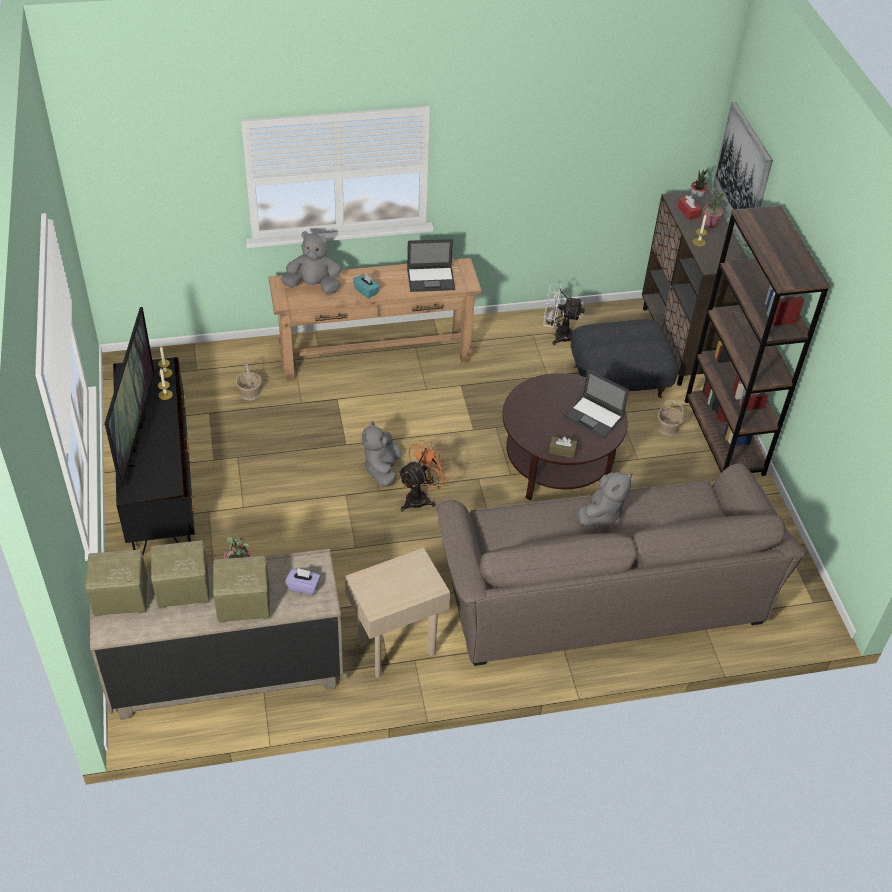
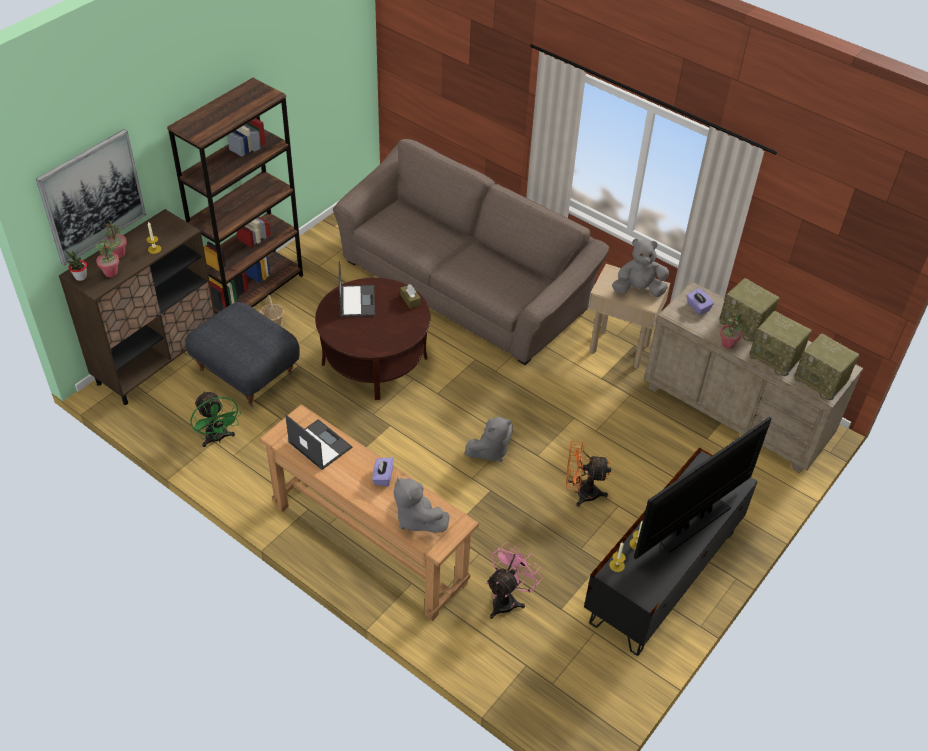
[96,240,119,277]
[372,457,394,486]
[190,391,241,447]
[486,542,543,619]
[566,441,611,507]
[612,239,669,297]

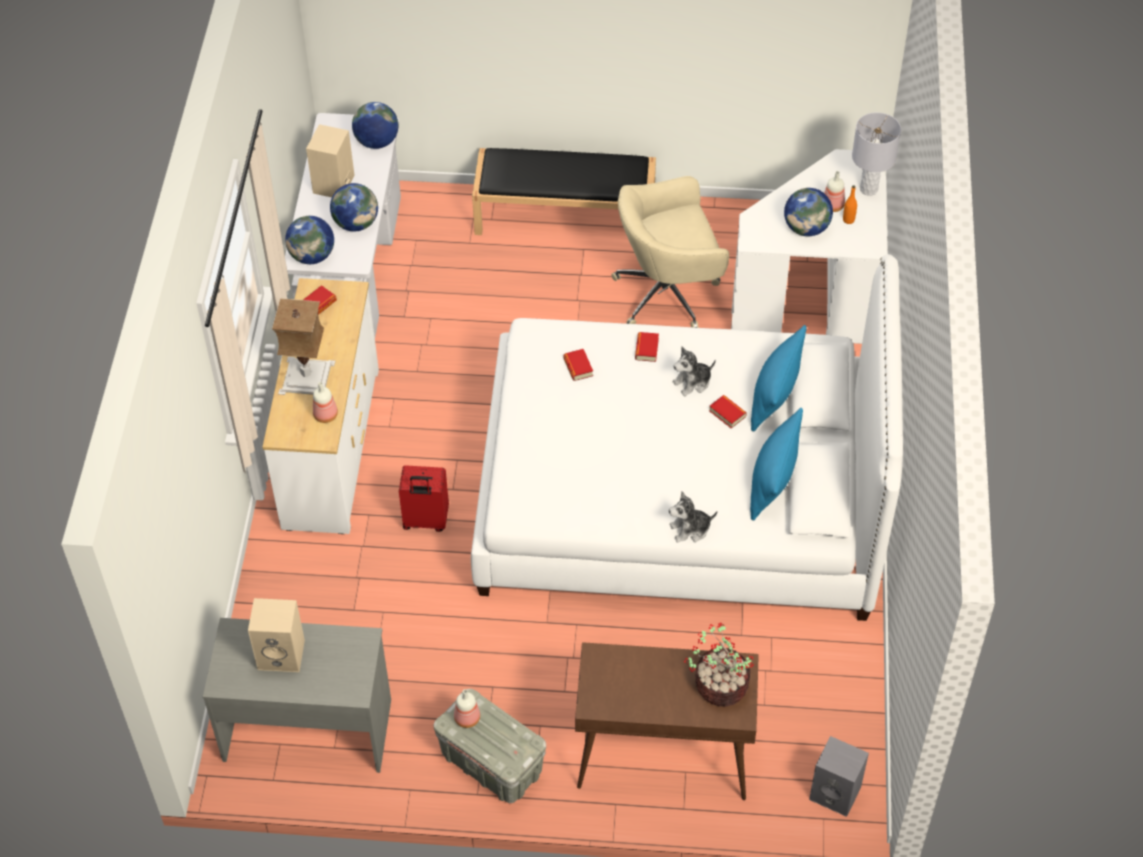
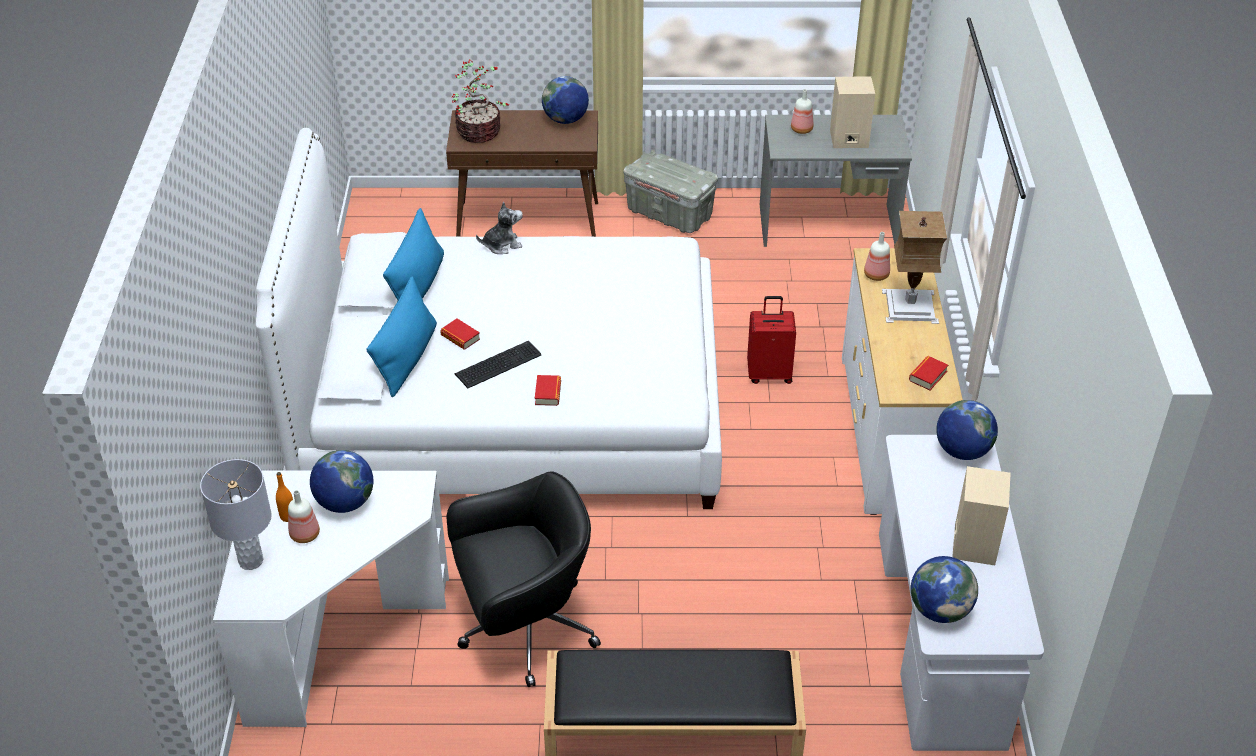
[447,471,601,687]
[542,76,589,124]
[455,341,542,388]
[563,349,593,381] (first image)
[791,89,813,134]
[809,736,869,817] (first image)

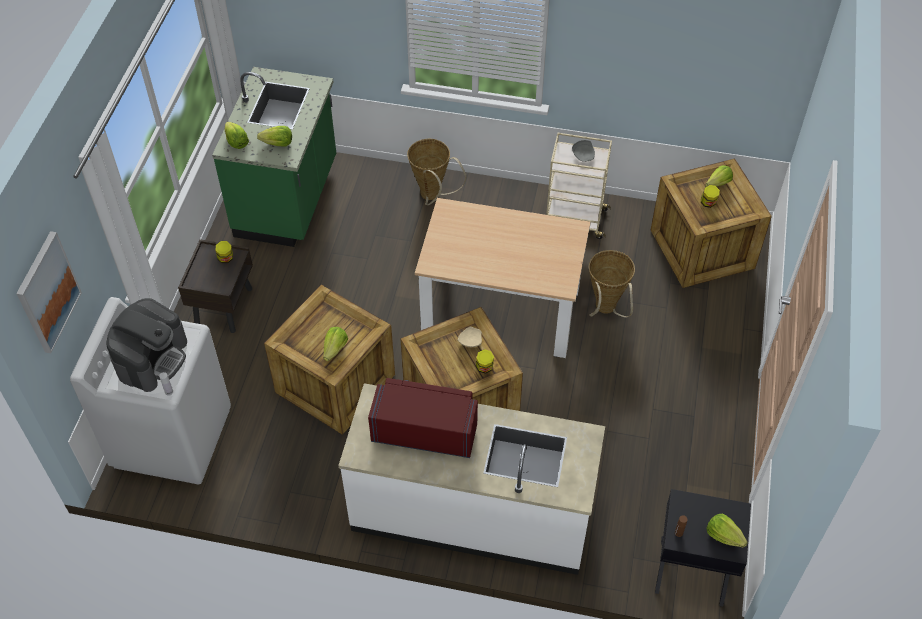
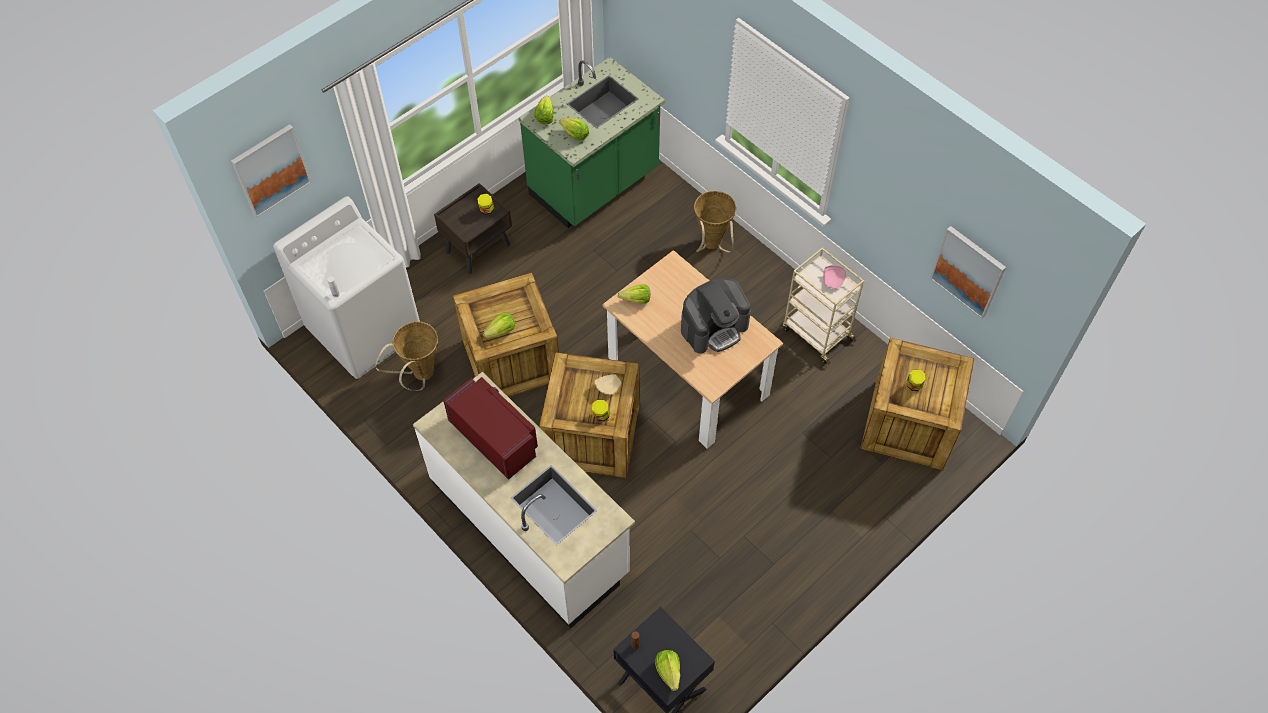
[823,265,846,289]
[618,284,650,304]
[375,321,438,391]
[681,278,751,354]
[930,226,1006,319]

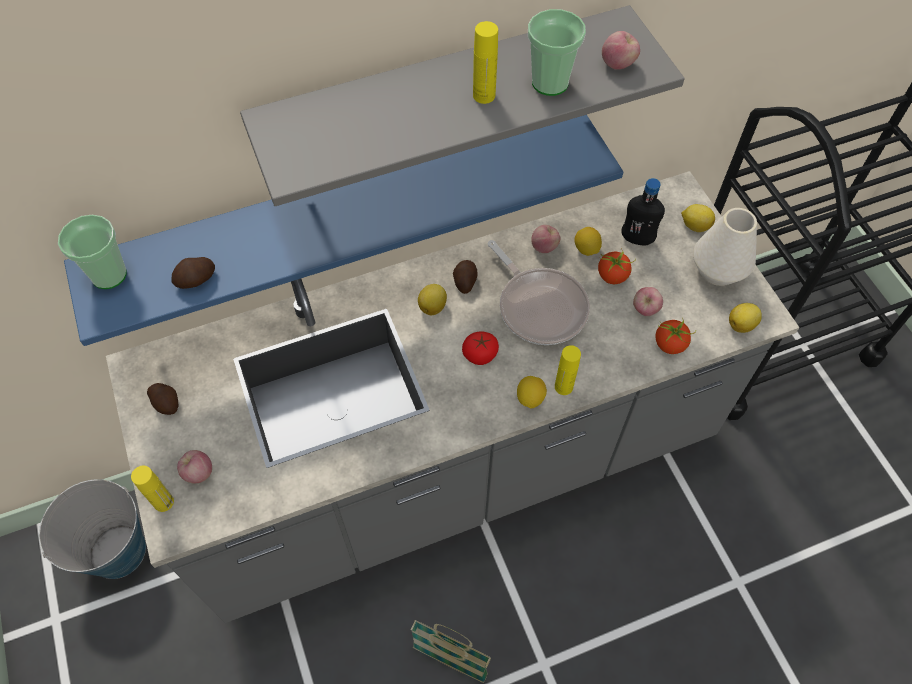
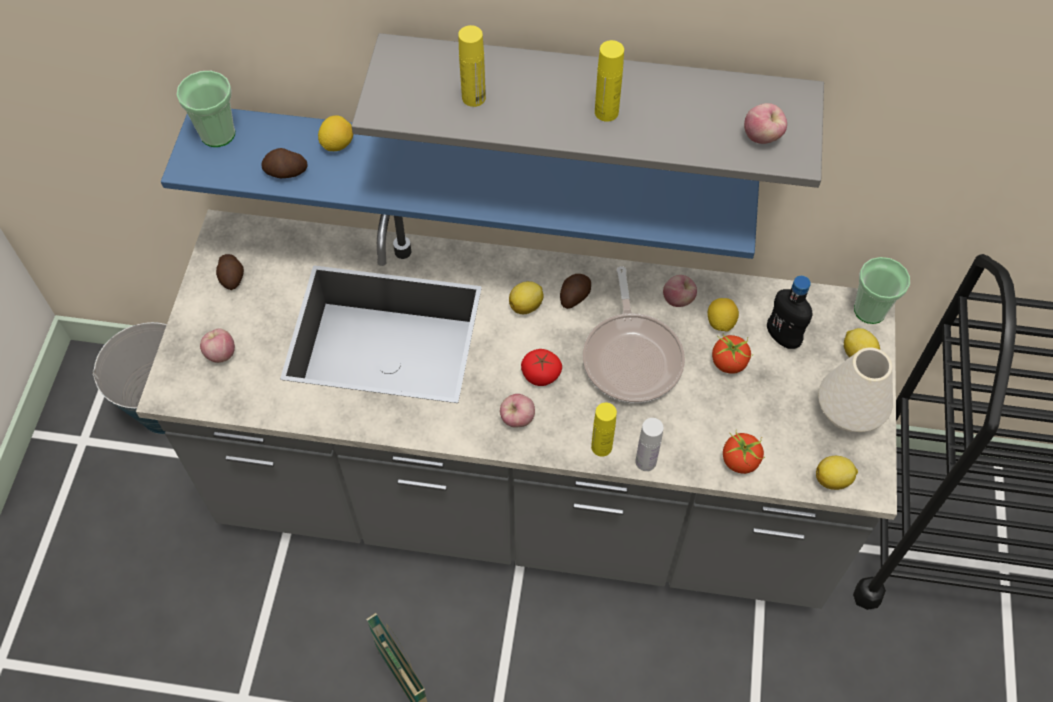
[854,257,910,324]
[500,394,535,428]
[318,115,353,151]
[458,25,486,107]
[636,418,664,471]

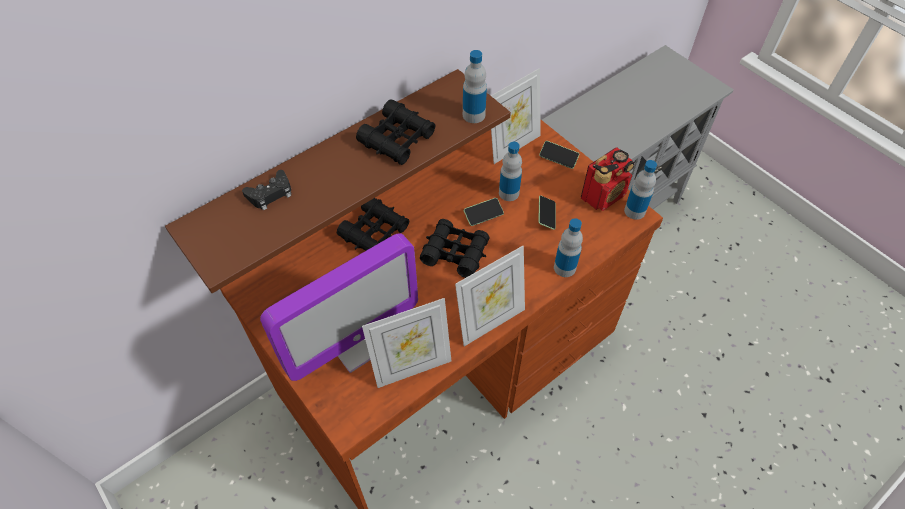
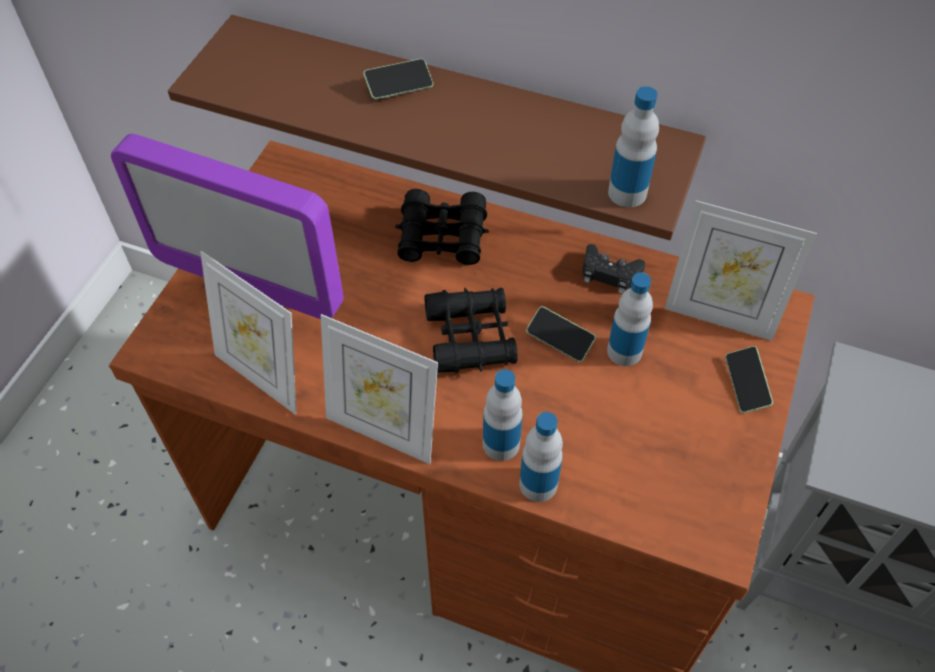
[356,99,435,165] (first image)
[581,148,634,211] (first image)
[483,369,523,461]
[582,244,645,294]
[363,59,433,99]

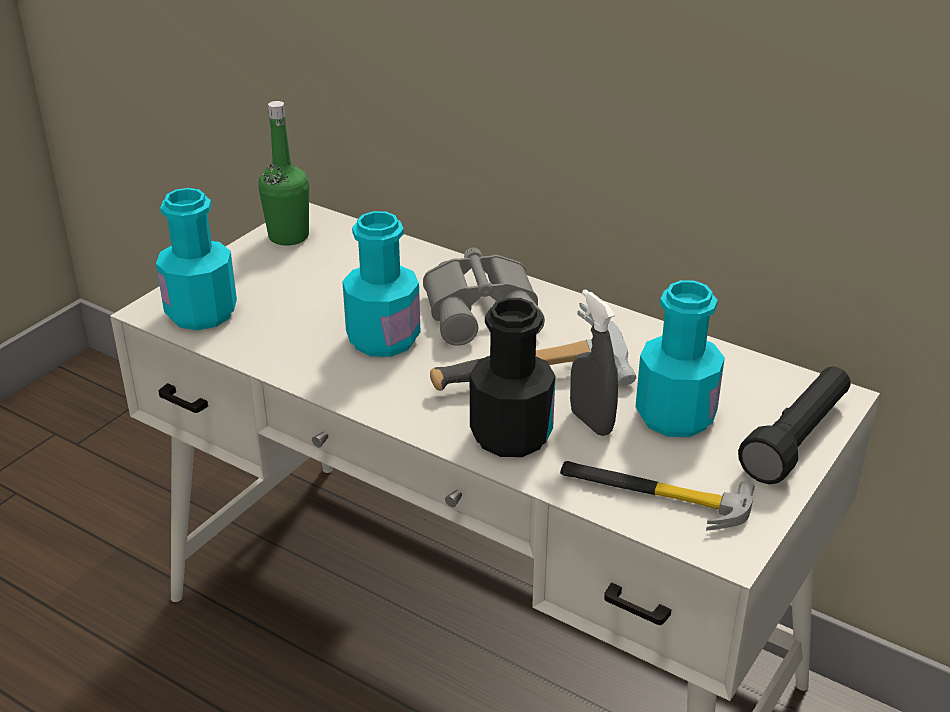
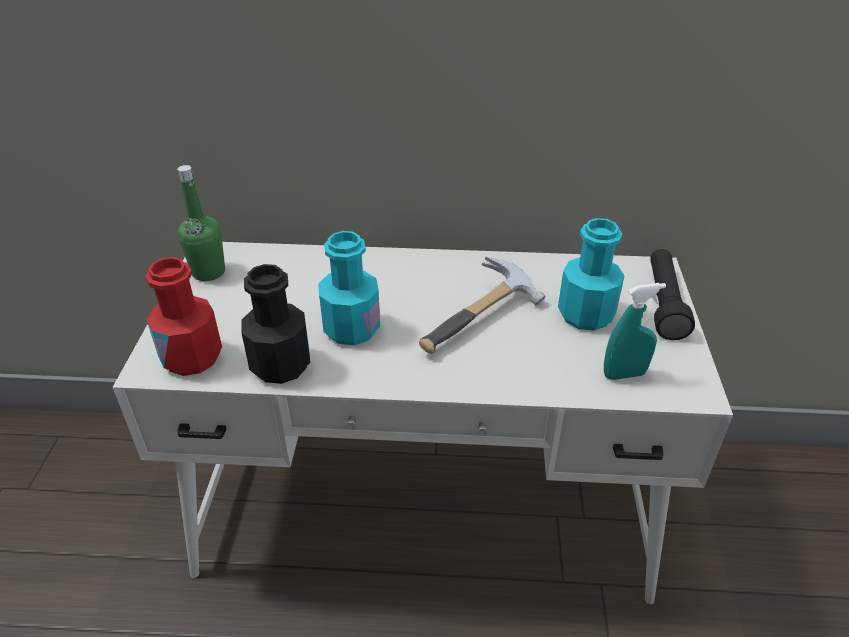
[145,257,222,376]
[423,247,545,346] (first image)
[570,289,618,436] (first image)
[241,264,310,384]
[604,283,666,380]

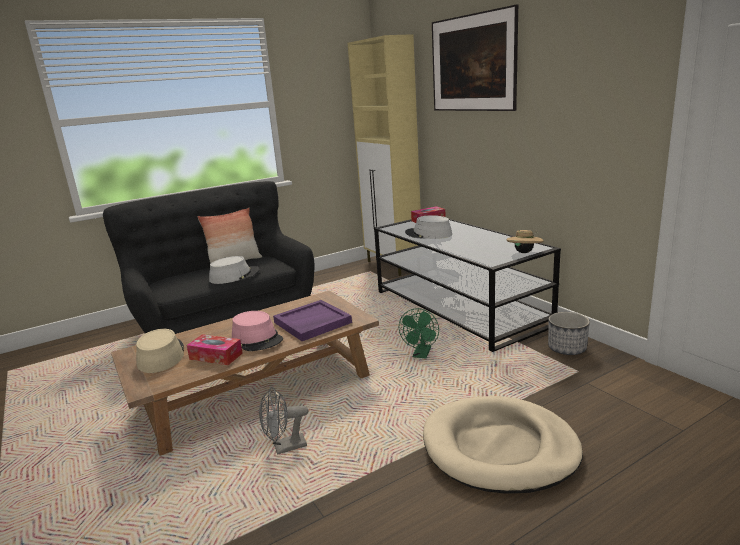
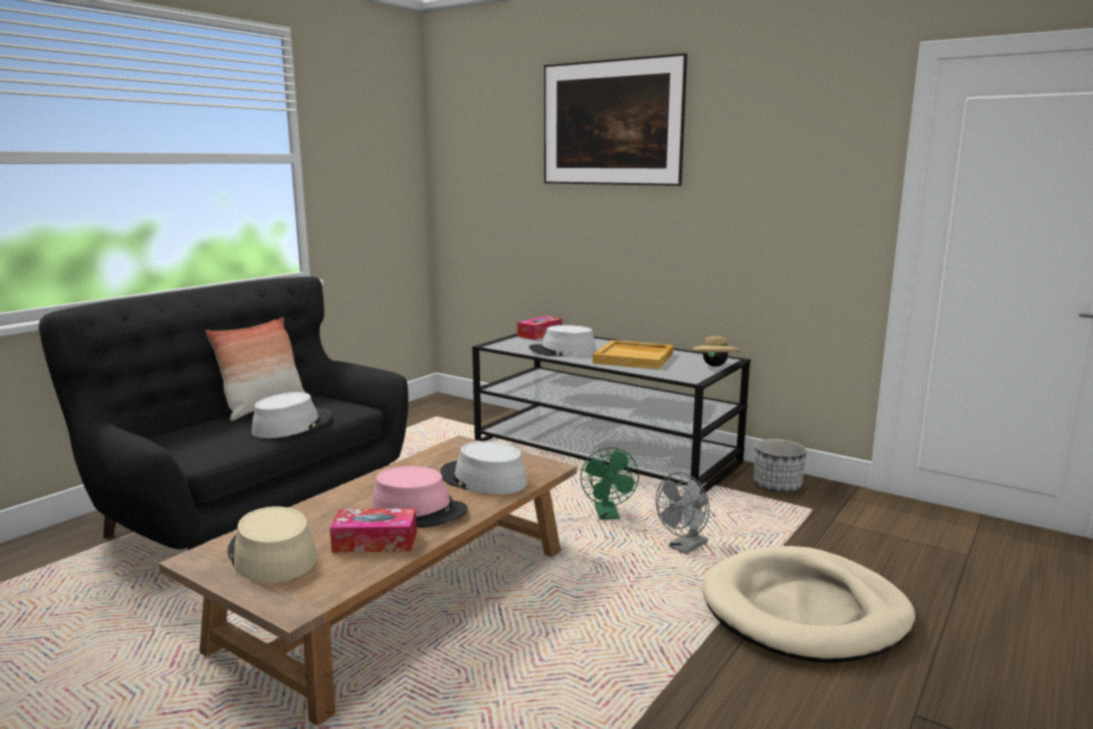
[348,34,421,276] (first image)
[440,441,527,494]
[656,472,710,554]
[593,340,673,370]

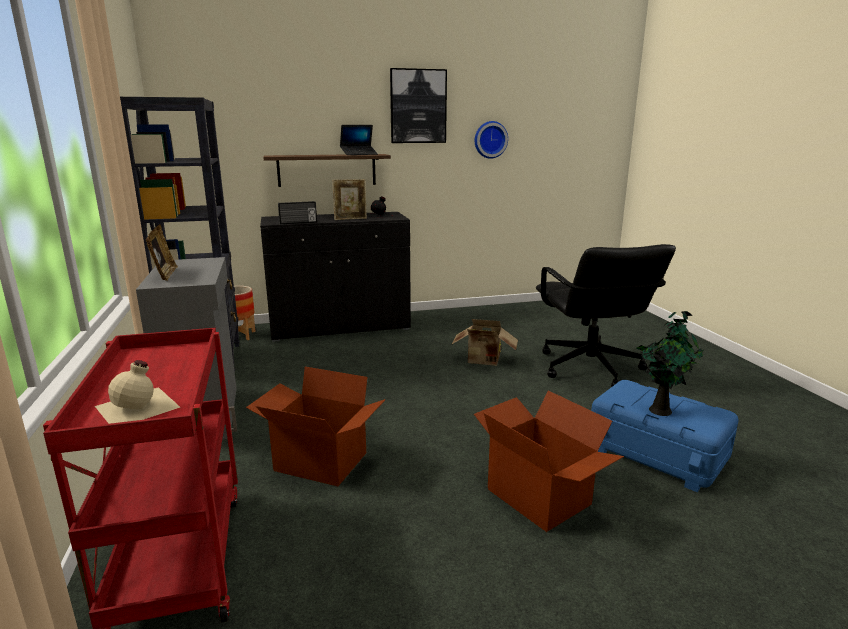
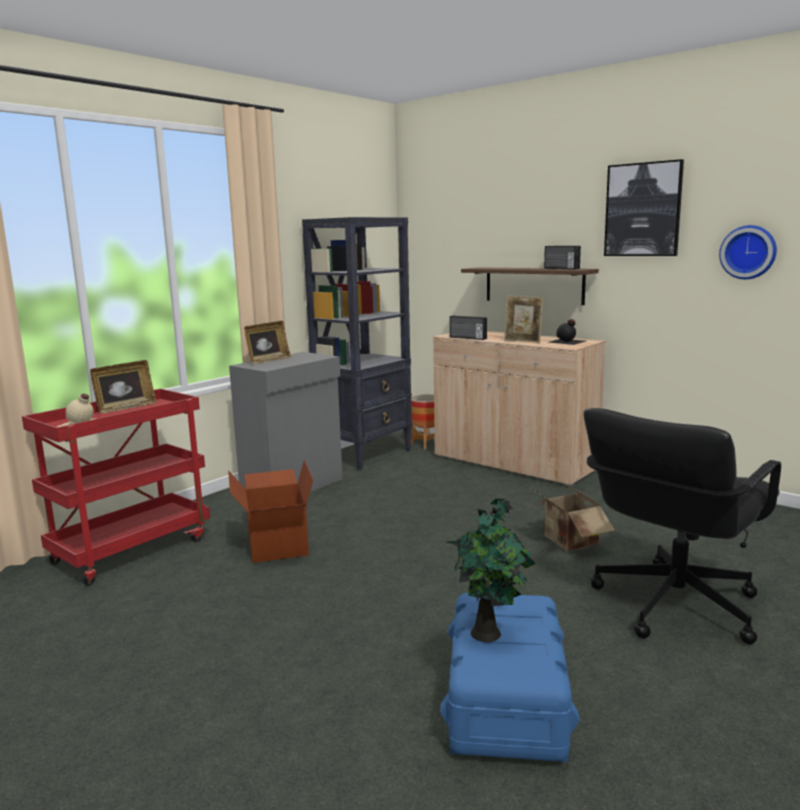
[544,246,581,270]
[433,331,606,487]
[474,390,624,532] (first image)
[90,360,157,413]

